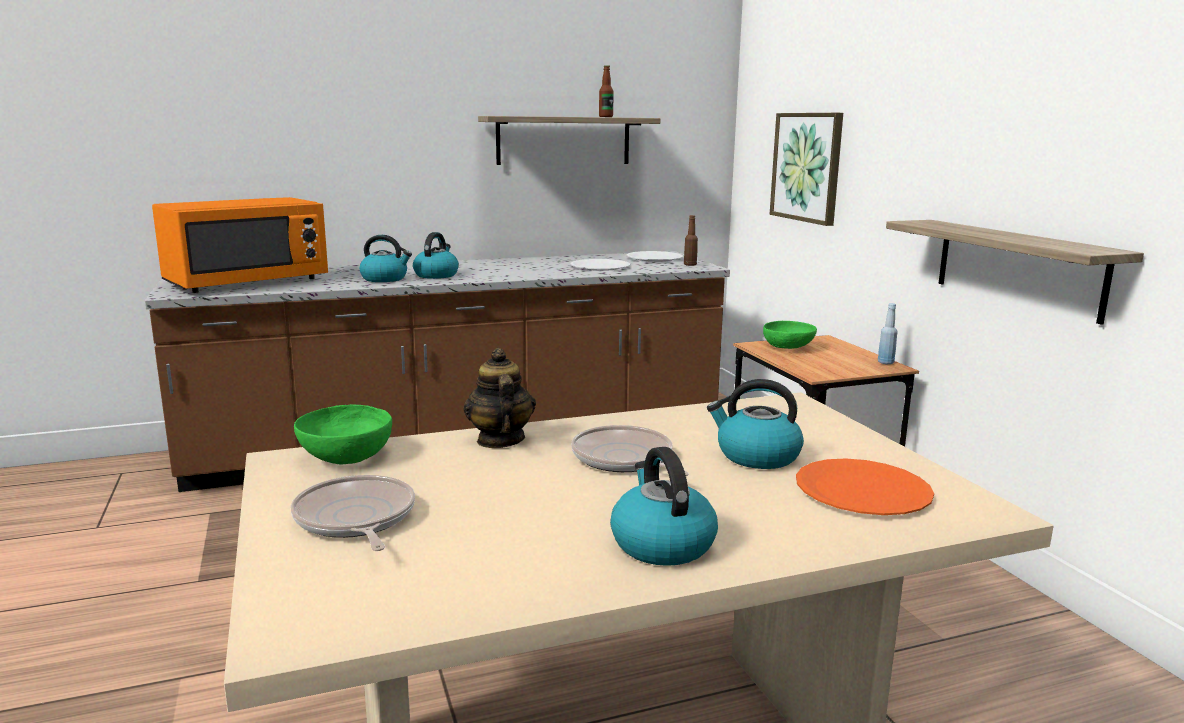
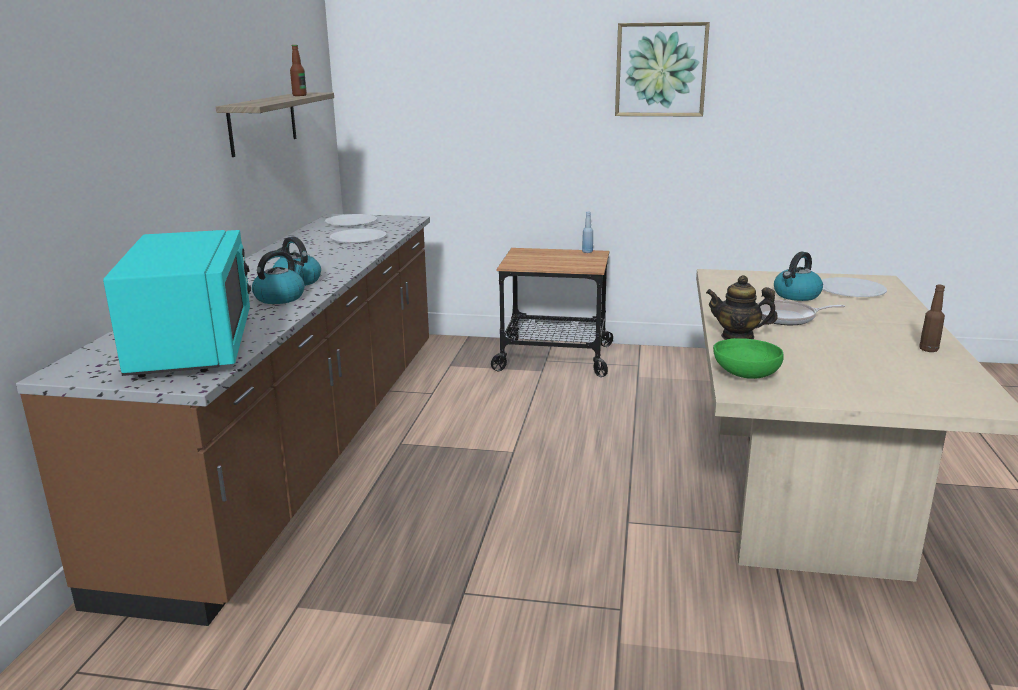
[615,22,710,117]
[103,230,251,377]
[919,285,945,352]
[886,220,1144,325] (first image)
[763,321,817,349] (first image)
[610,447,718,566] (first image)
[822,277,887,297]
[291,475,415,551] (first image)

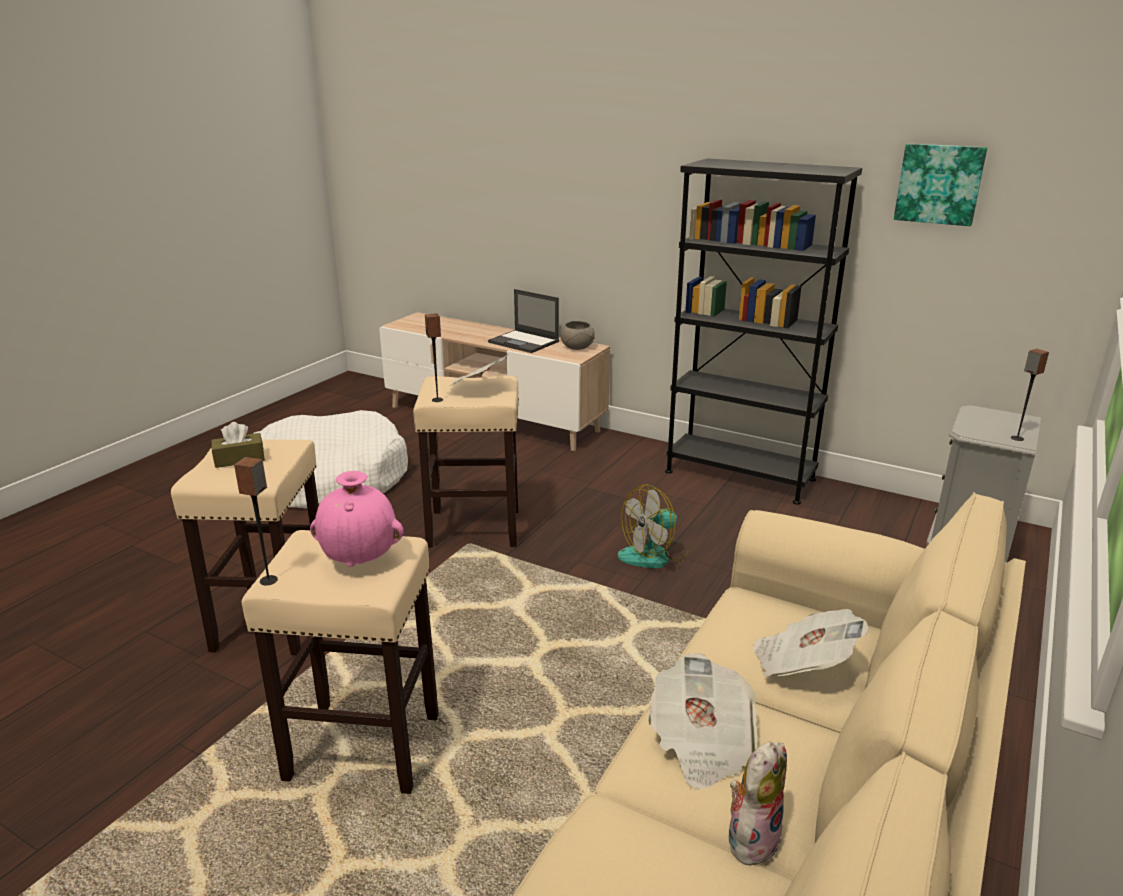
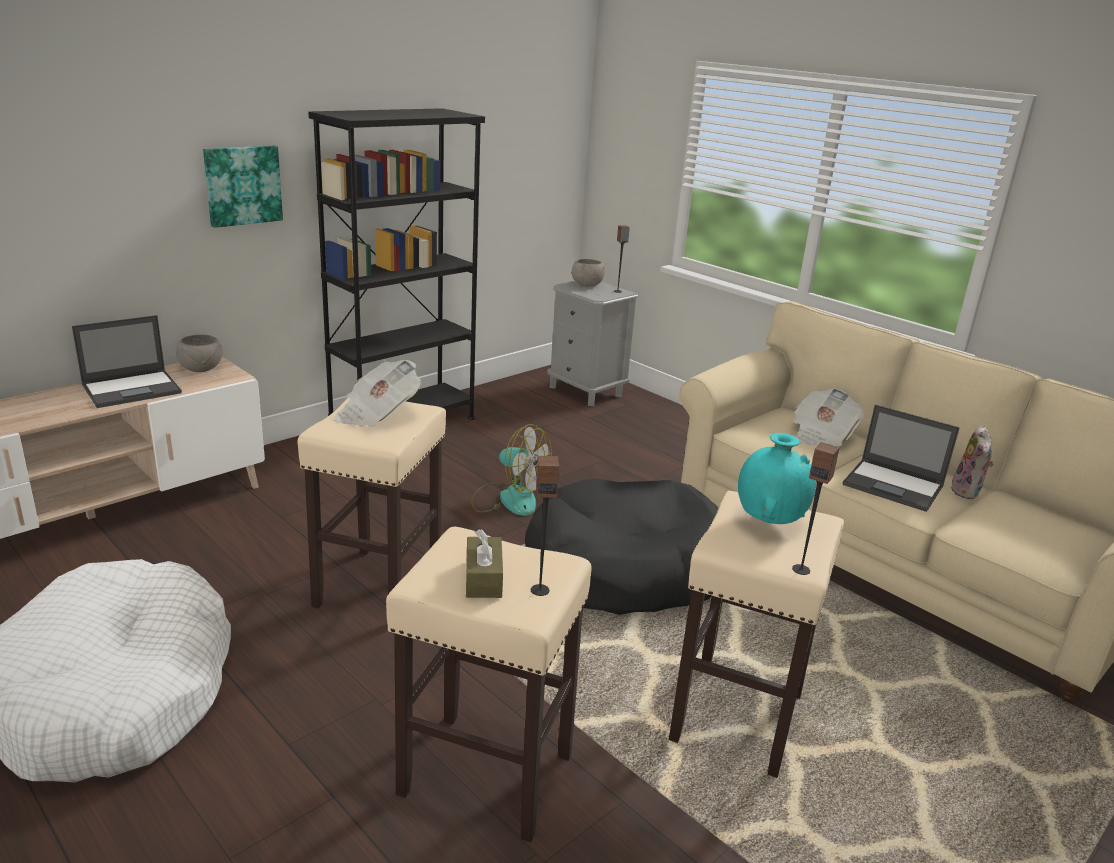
[203,146,283,228]
[531,456,559,596]
[738,433,816,524]
[471,424,552,516]
[843,405,960,512]
[951,425,994,500]
[571,259,605,286]
[525,479,719,615]

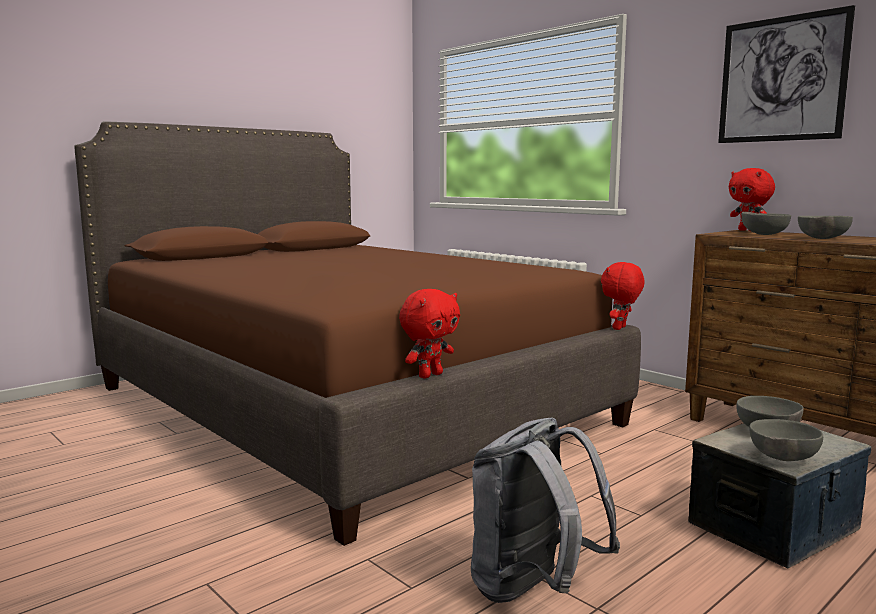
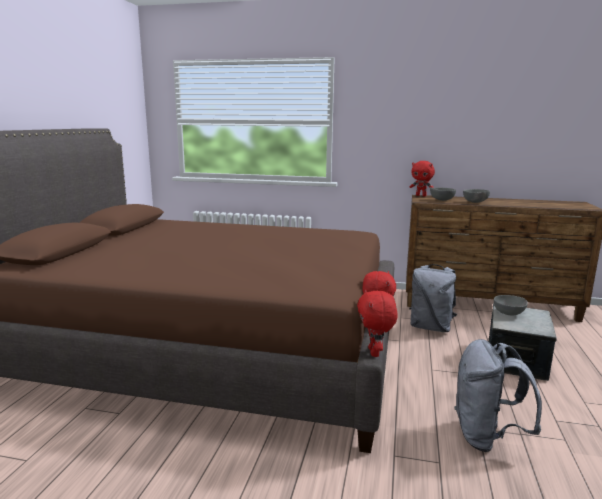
[718,5,855,143] (first image)
[357,289,398,357]
[749,419,823,461] (first image)
[409,264,457,332]

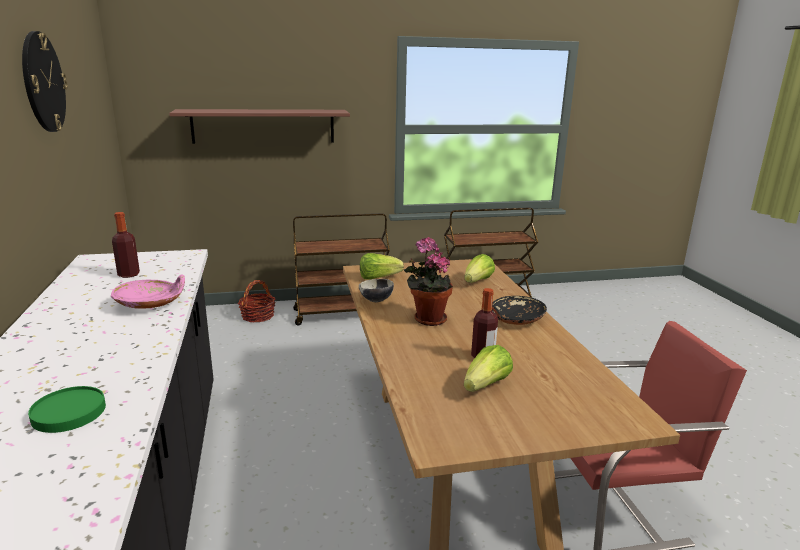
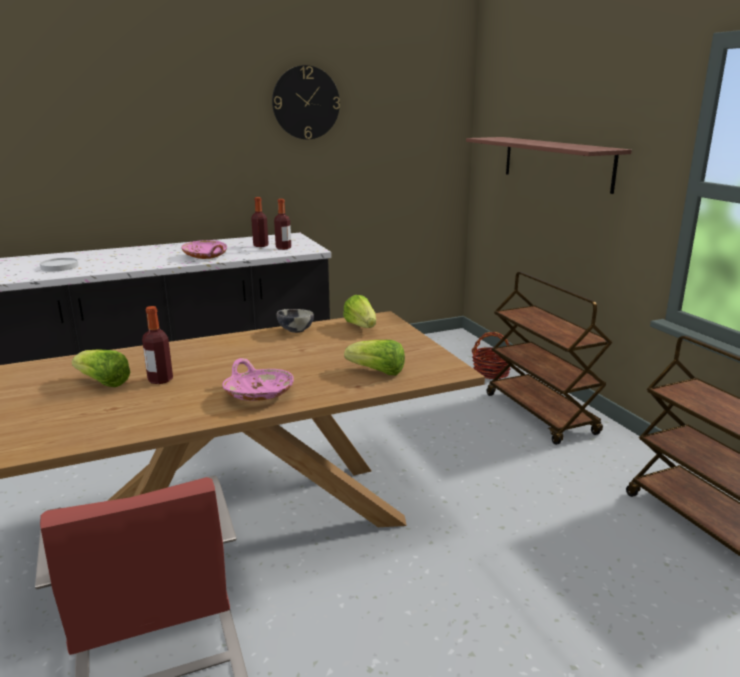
[404,237,453,326] (first image)
[222,358,294,401]
[40,258,79,272]
[274,199,291,250]

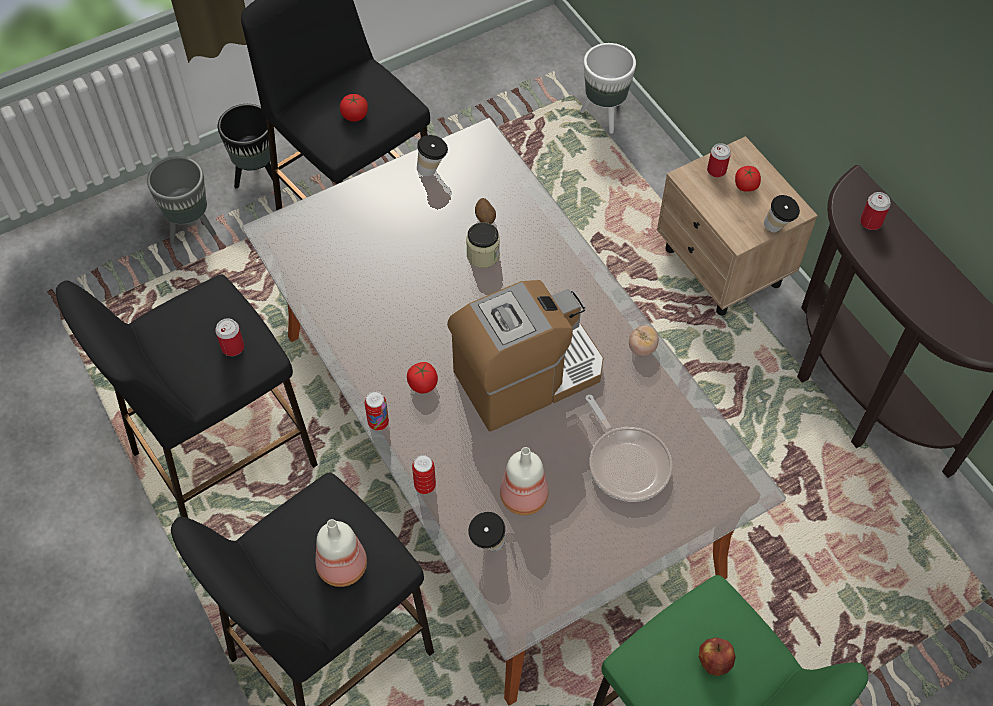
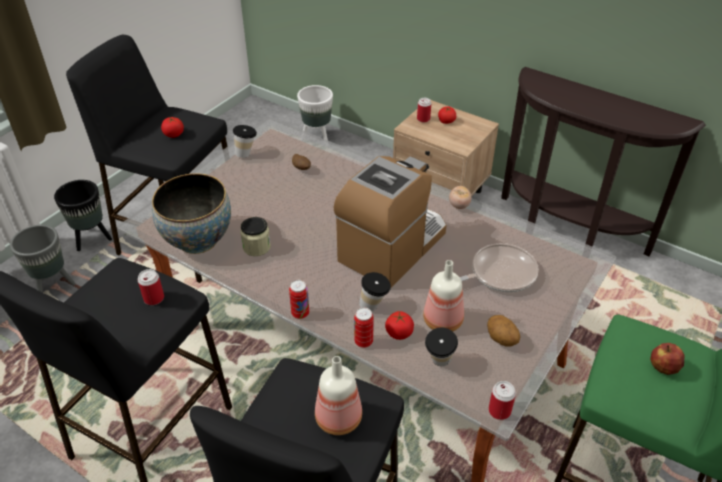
[488,381,516,420]
[359,272,391,312]
[240,217,271,256]
[385,311,414,340]
[460,243,539,292]
[152,173,231,254]
[487,315,520,347]

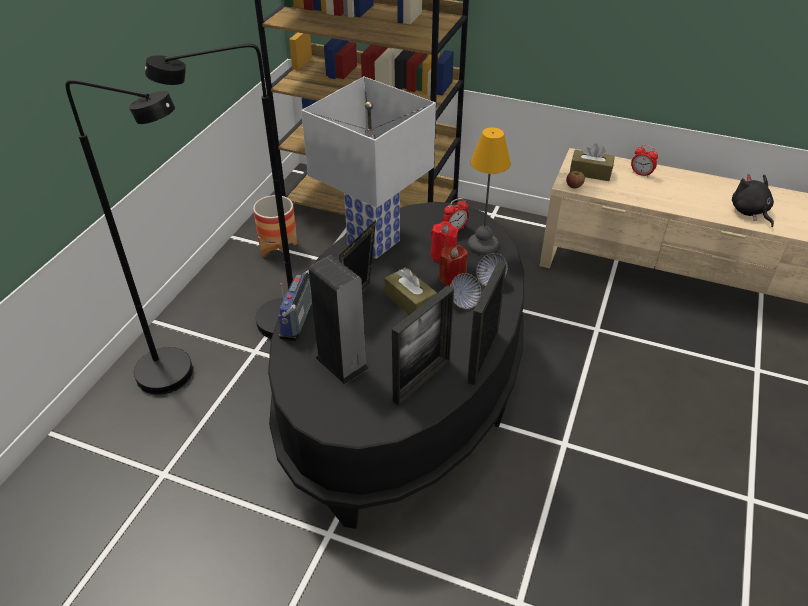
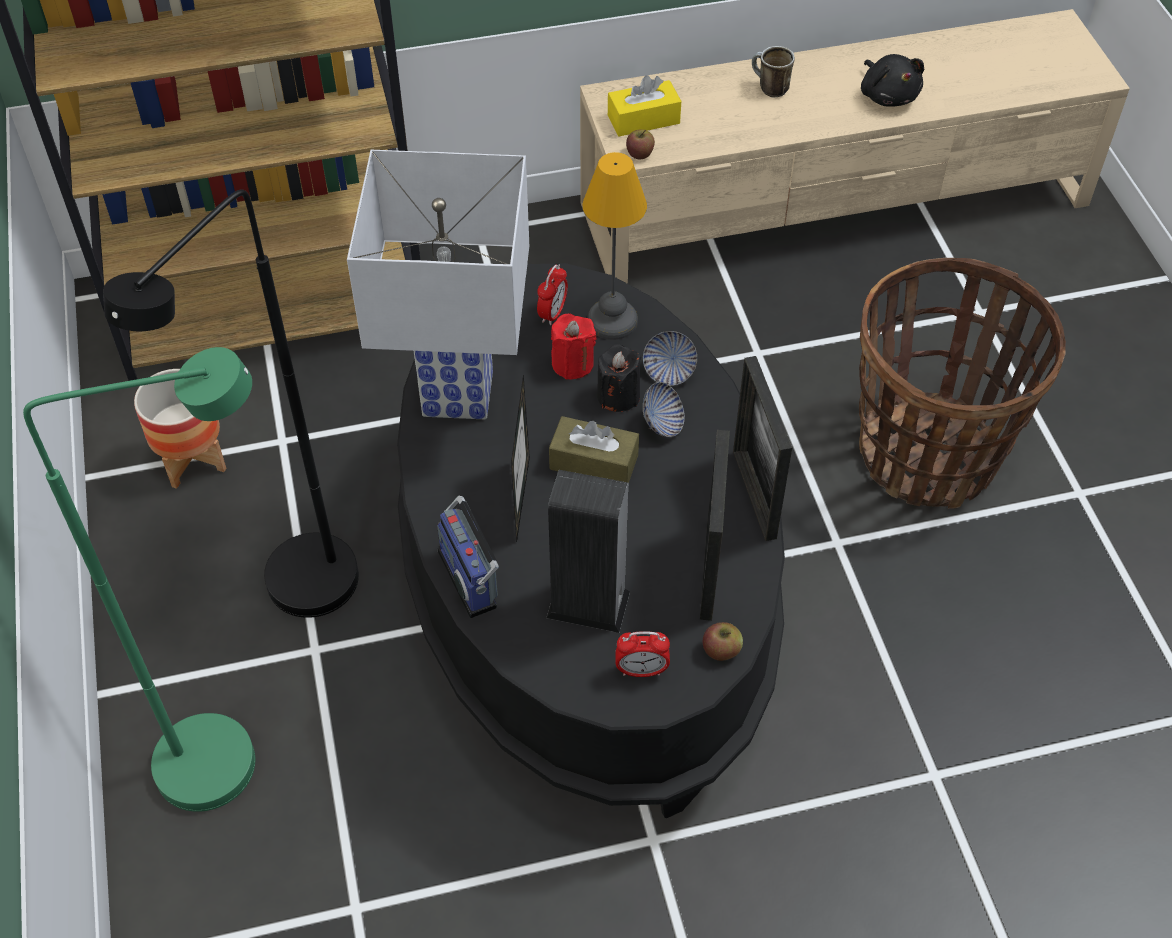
[23,347,255,812]
[608,75,681,136]
[615,631,670,677]
[861,54,924,107]
[597,344,641,412]
[752,46,795,97]
[859,258,1066,509]
[703,622,743,661]

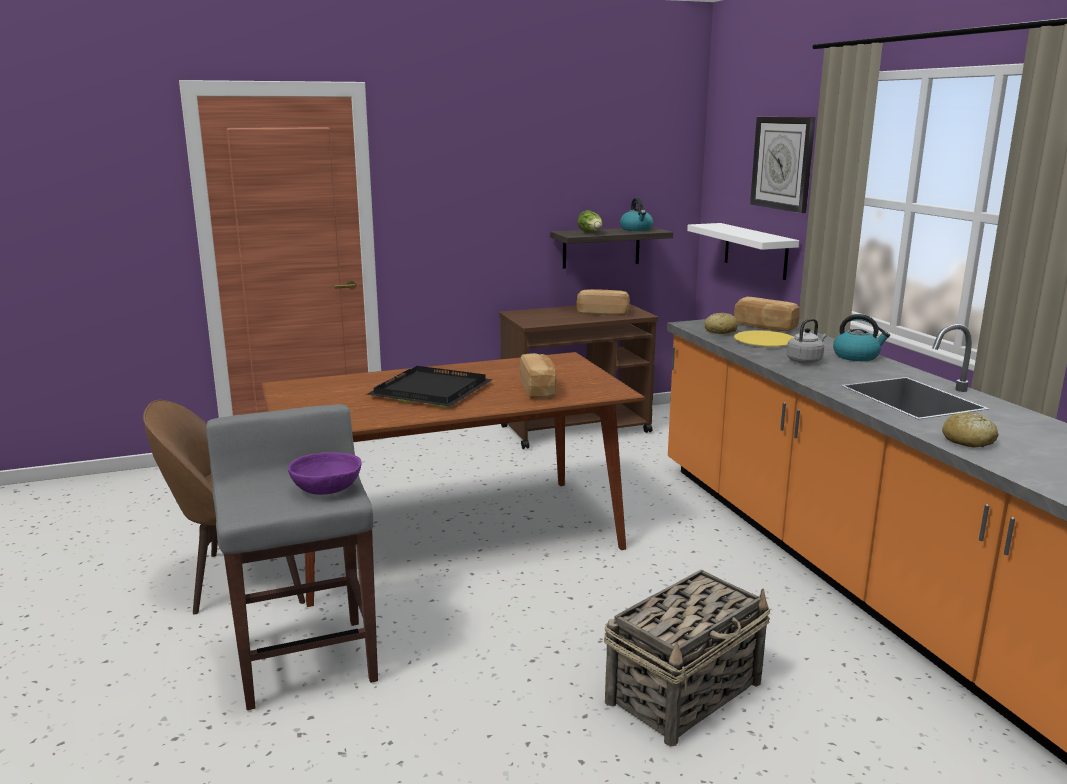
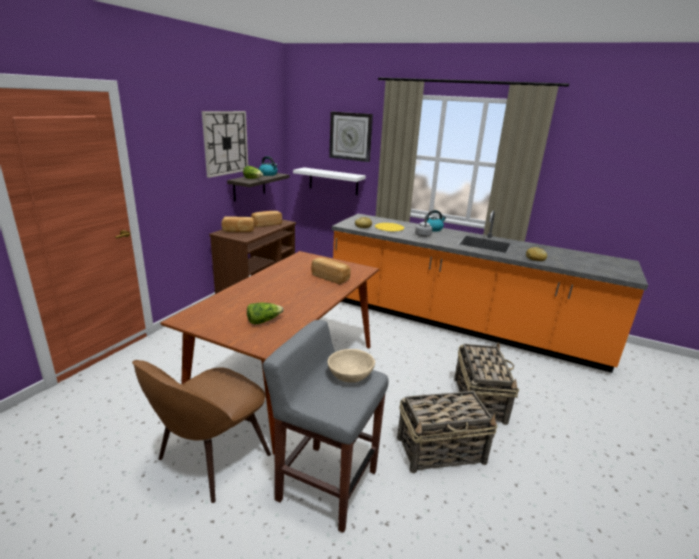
[221,216,255,232]
[367,366,493,407] (first image)
[328,349,375,383]
[202,111,248,178]
[247,302,284,324]
[397,391,498,473]

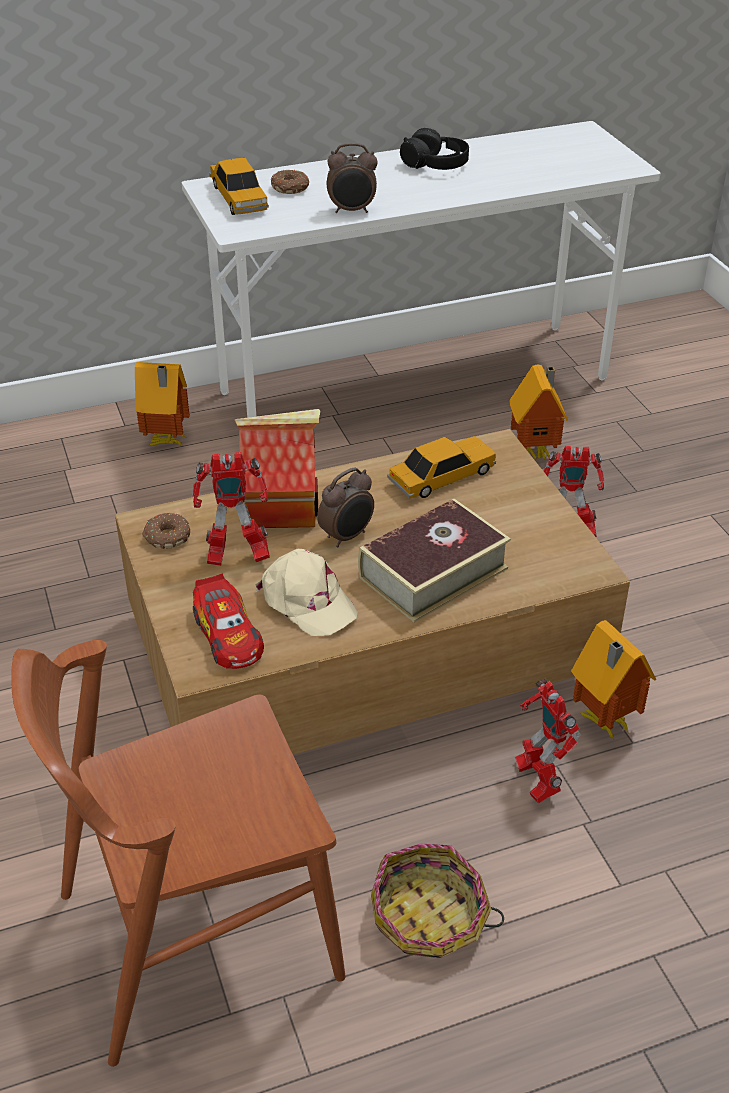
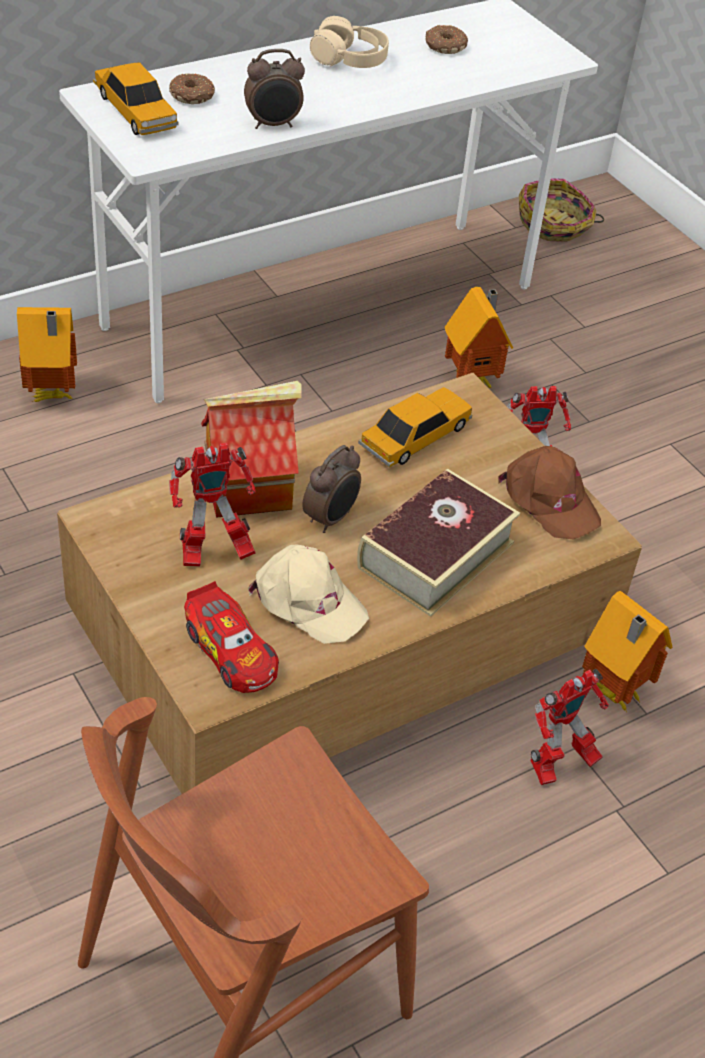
[310,16,389,68]
[425,25,468,54]
[530,669,609,785]
[519,178,604,242]
[498,446,601,539]

